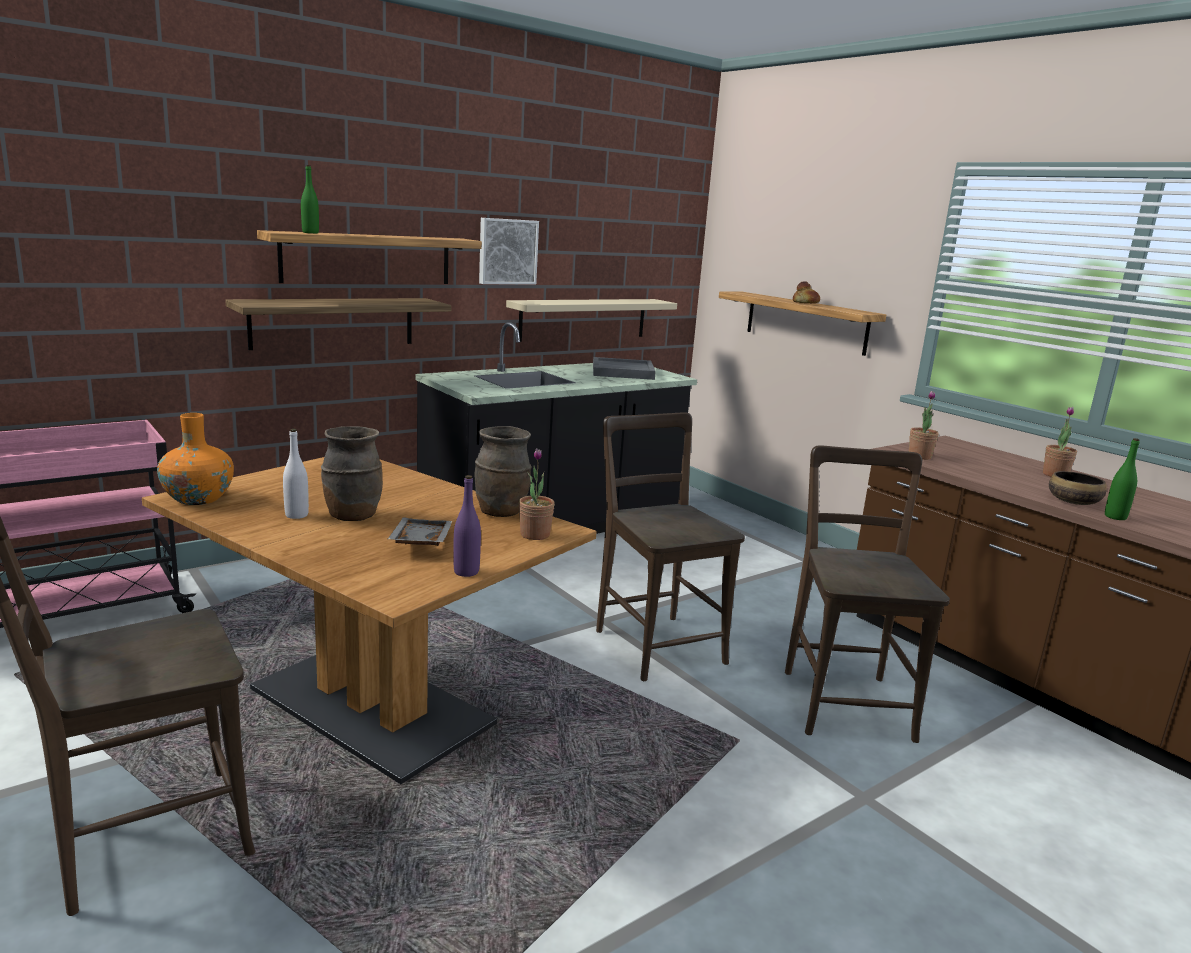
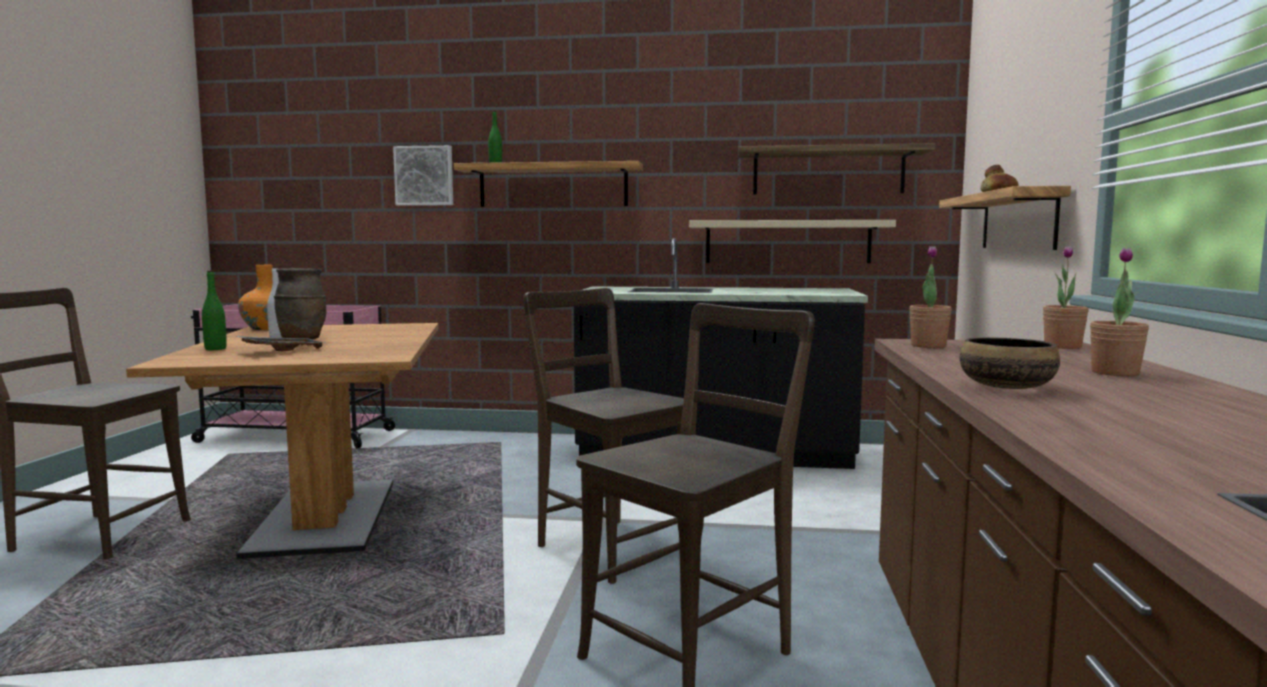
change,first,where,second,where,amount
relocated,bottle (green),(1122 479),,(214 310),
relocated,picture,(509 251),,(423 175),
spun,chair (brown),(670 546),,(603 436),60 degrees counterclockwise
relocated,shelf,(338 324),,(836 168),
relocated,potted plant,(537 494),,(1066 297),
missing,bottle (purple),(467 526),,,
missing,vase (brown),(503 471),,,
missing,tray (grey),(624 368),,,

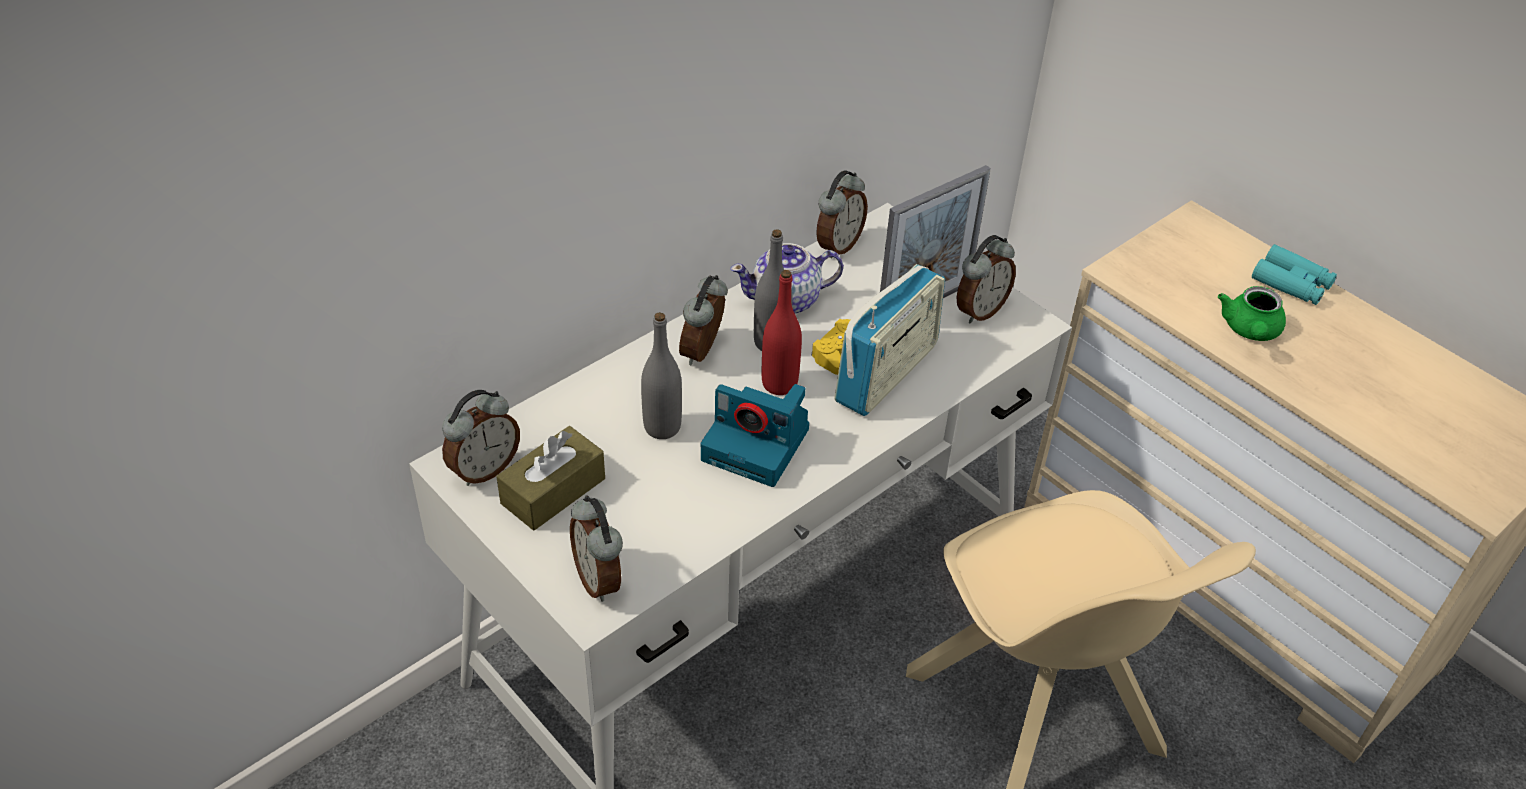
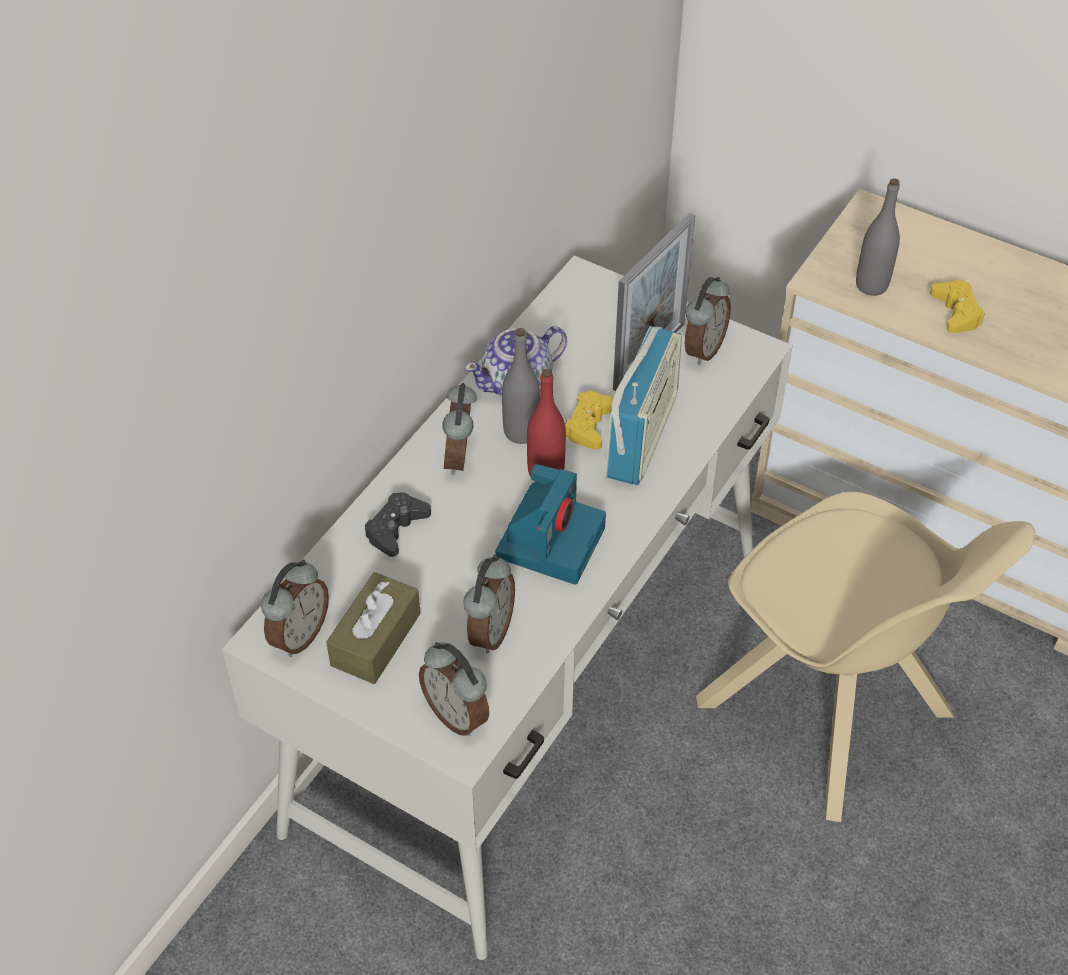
change,first,where,second,where,amount
appeared,,,game controller (black),(398 524),
relocated,alarm clock,(842 214),,(489 604),
spun,photo camera,(755 435),,(550 524),75 degrees counterclockwise
relocated,bottle (grey),(661 375),,(878 237),
exchanged,teapot (green),(1252 313),game controller (yellow),(957 306),
missing,binoculars (turquoise),(1294 274),,,

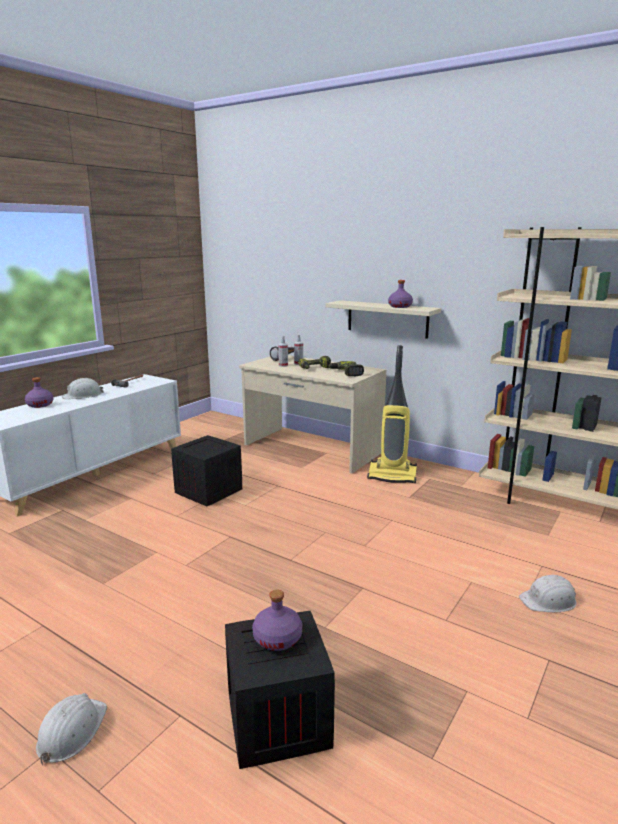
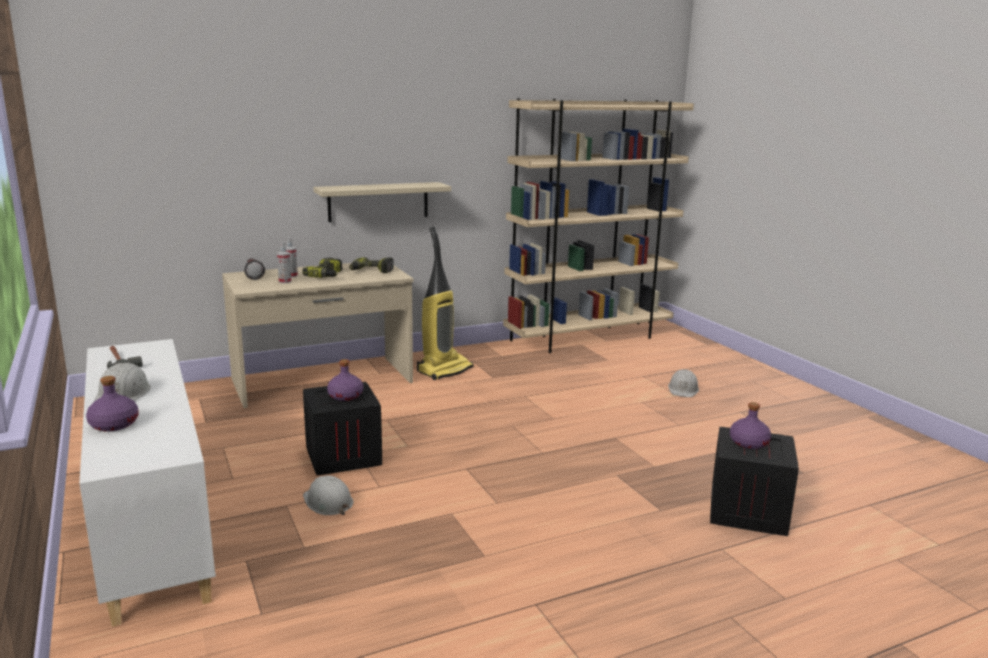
change,first,where,second,where,amount
relocated,hard hat (white),(71 729),,(328 495),
relocated,bottle (purple),(400 294),,(345 380),

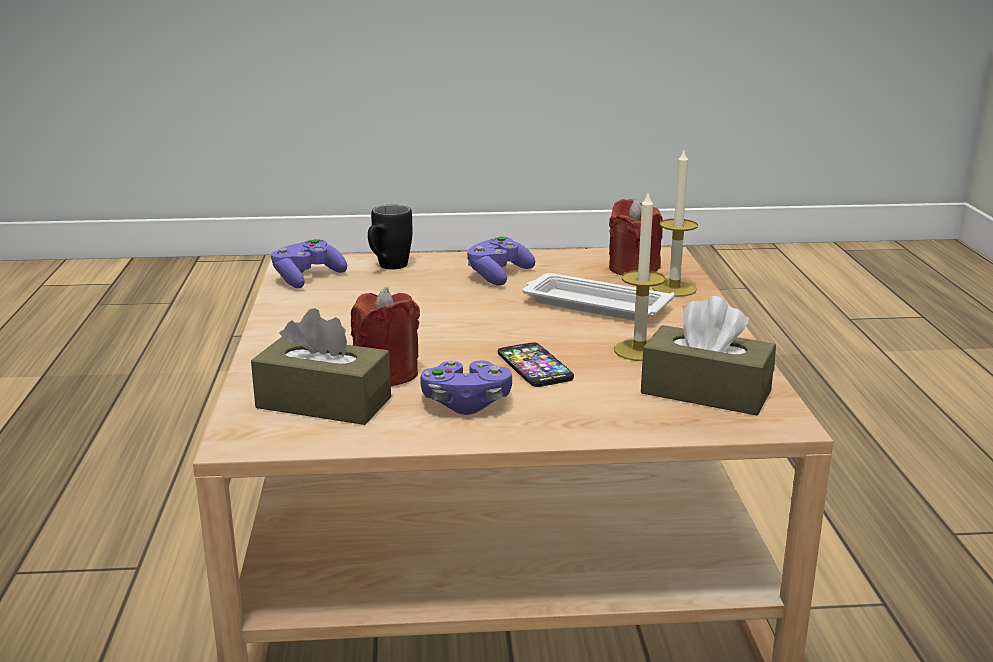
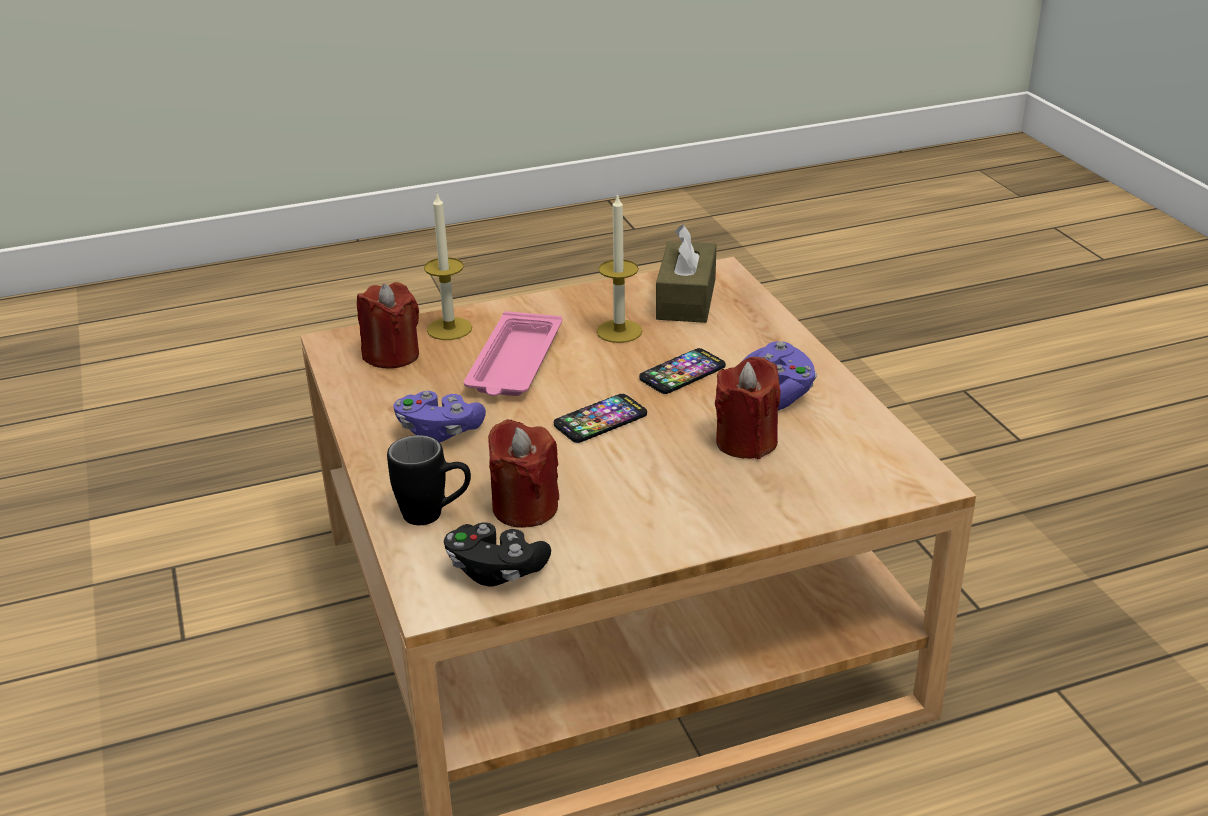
change,first,where,second,where,amount
colour,game controller (purple),(309 263),game controller (black),(497 554),
colour,tray (white),(598 297),tray (pink),(513 353),
appeared,,,candle (red),(523 473),
appeared,,,phone,(600 418),
missing,tissue box (brown),(321 366),,,

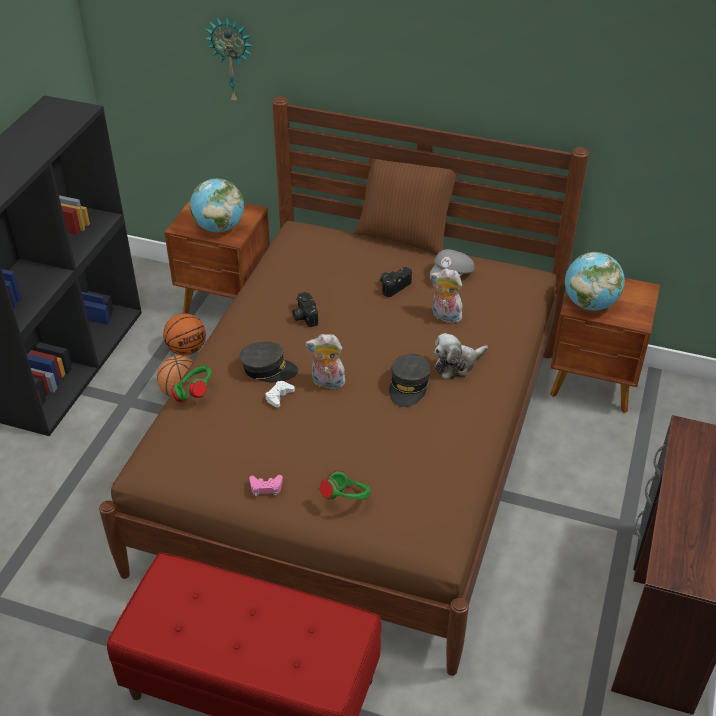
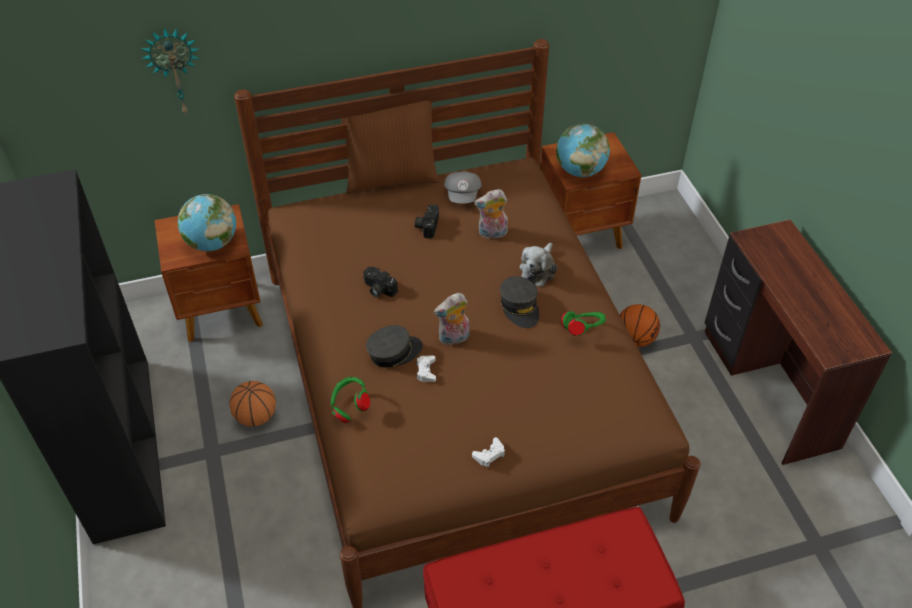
change,first,where,second,where,amount
colour,game controller (pink),(266 485),game controller (white),(488 452),
relocated,headphones (green),(345 485),,(583 323),
relocated,basketball,(184 334),,(640 325),

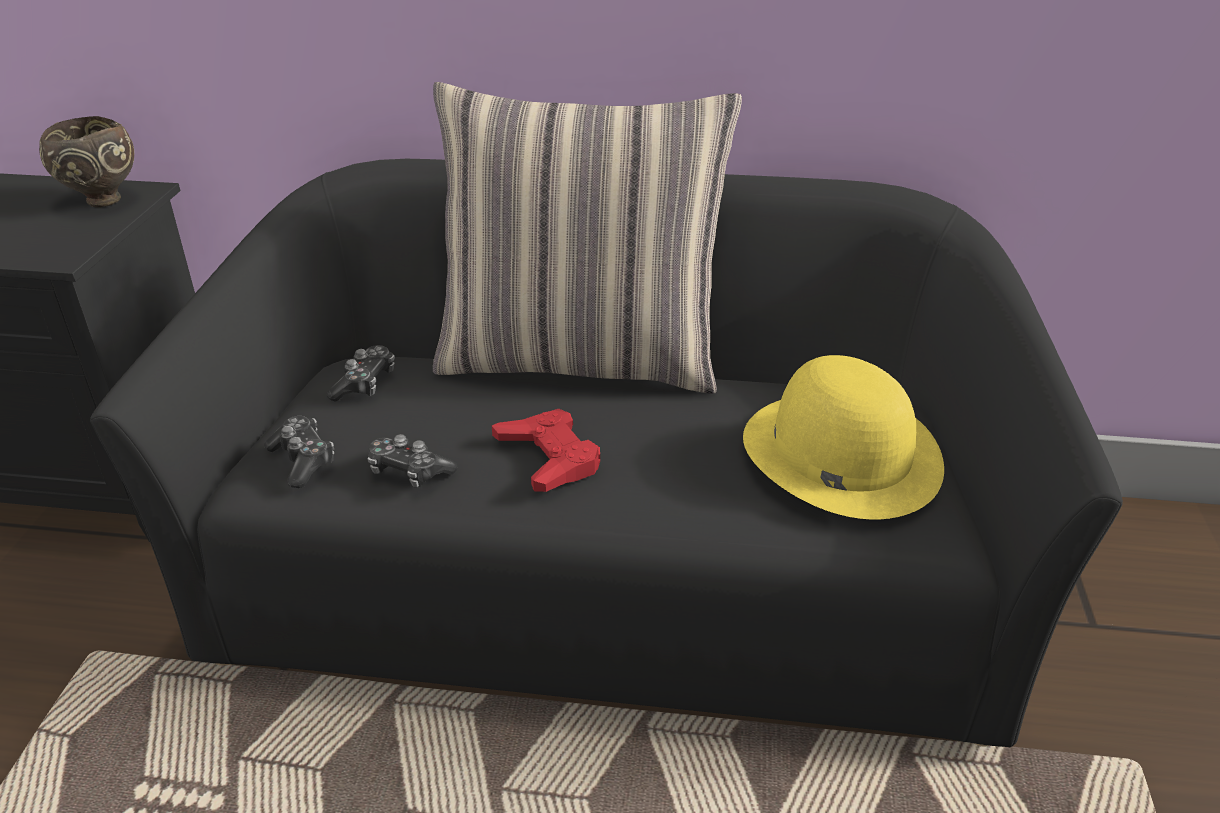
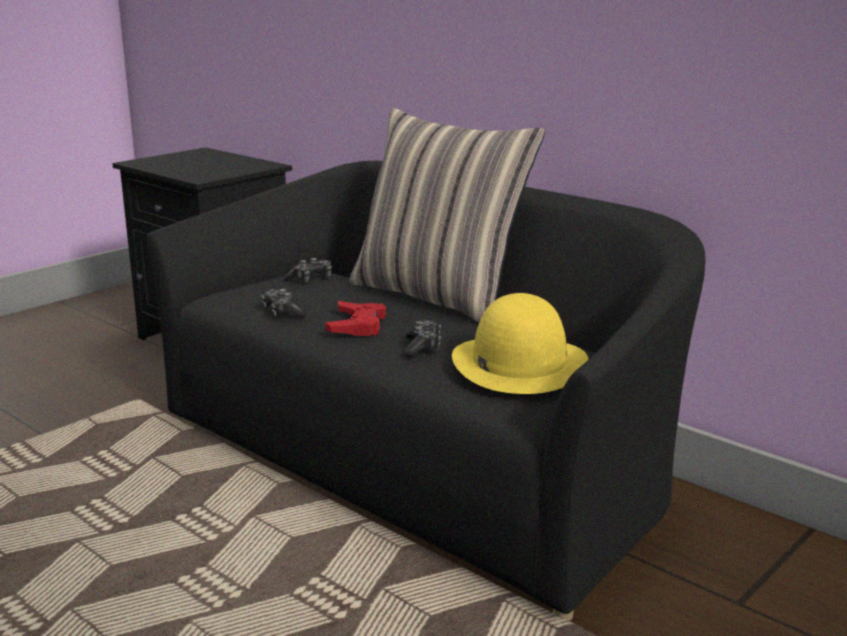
change,first,where,second,where,amount
relocated,game controller,(299 452),,(422 338),
missing,bowl (brown),(86 161),,,

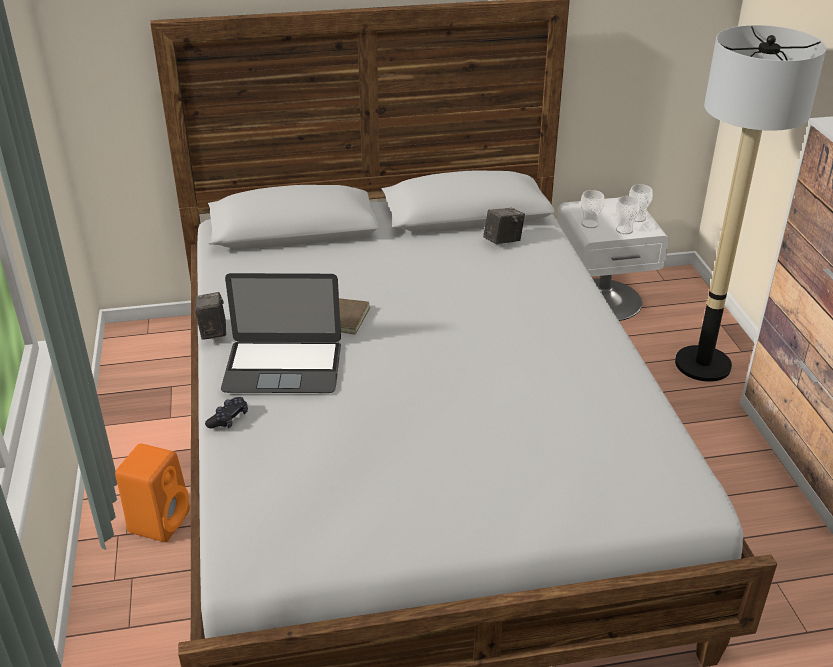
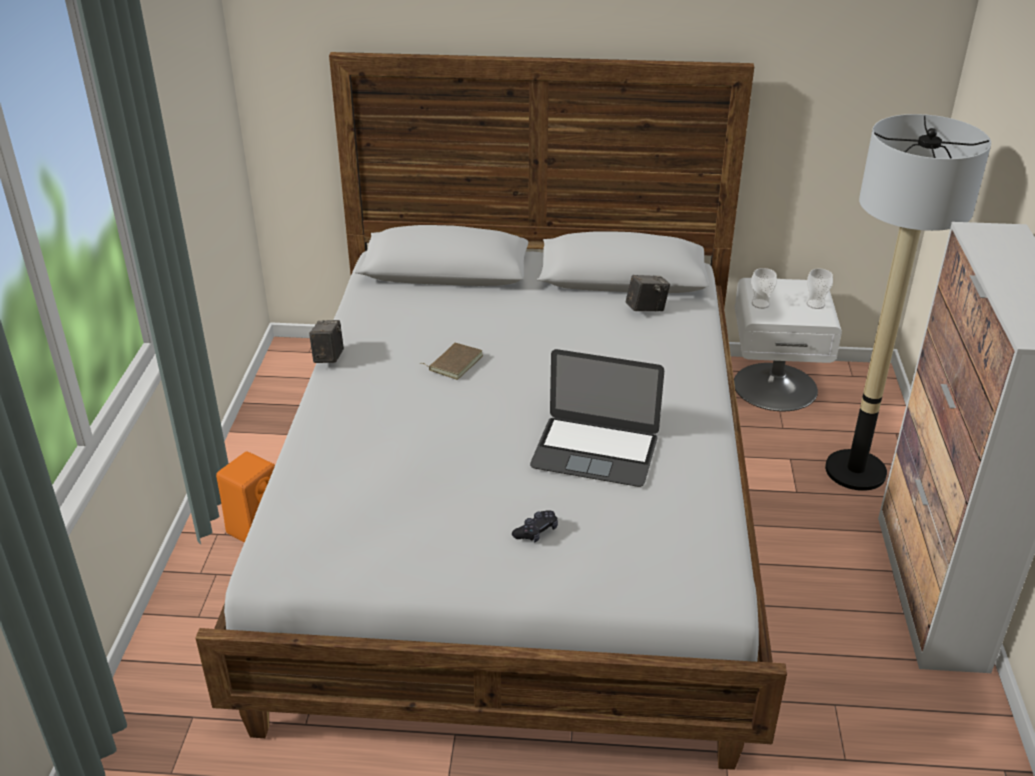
change,first,where,second,where,amount
relocated,game controller (black),(226 412),,(535 526),
relocated,laptop,(281 333),,(597 418),
missing,cup,(628 215),,,

